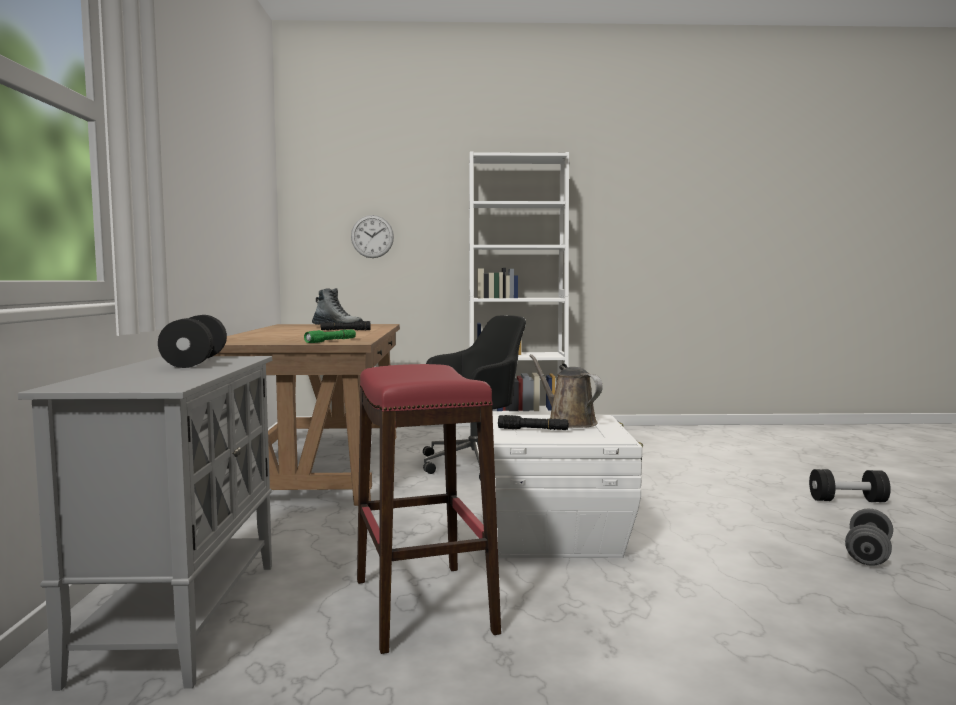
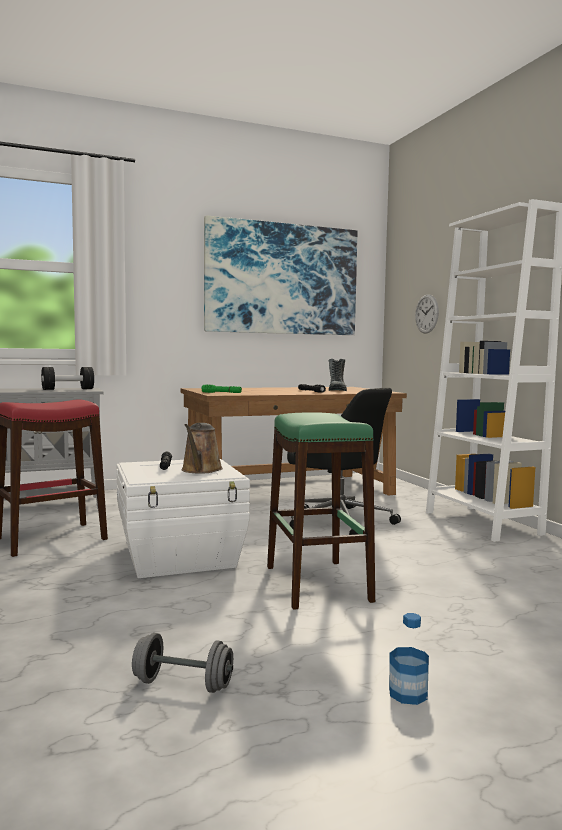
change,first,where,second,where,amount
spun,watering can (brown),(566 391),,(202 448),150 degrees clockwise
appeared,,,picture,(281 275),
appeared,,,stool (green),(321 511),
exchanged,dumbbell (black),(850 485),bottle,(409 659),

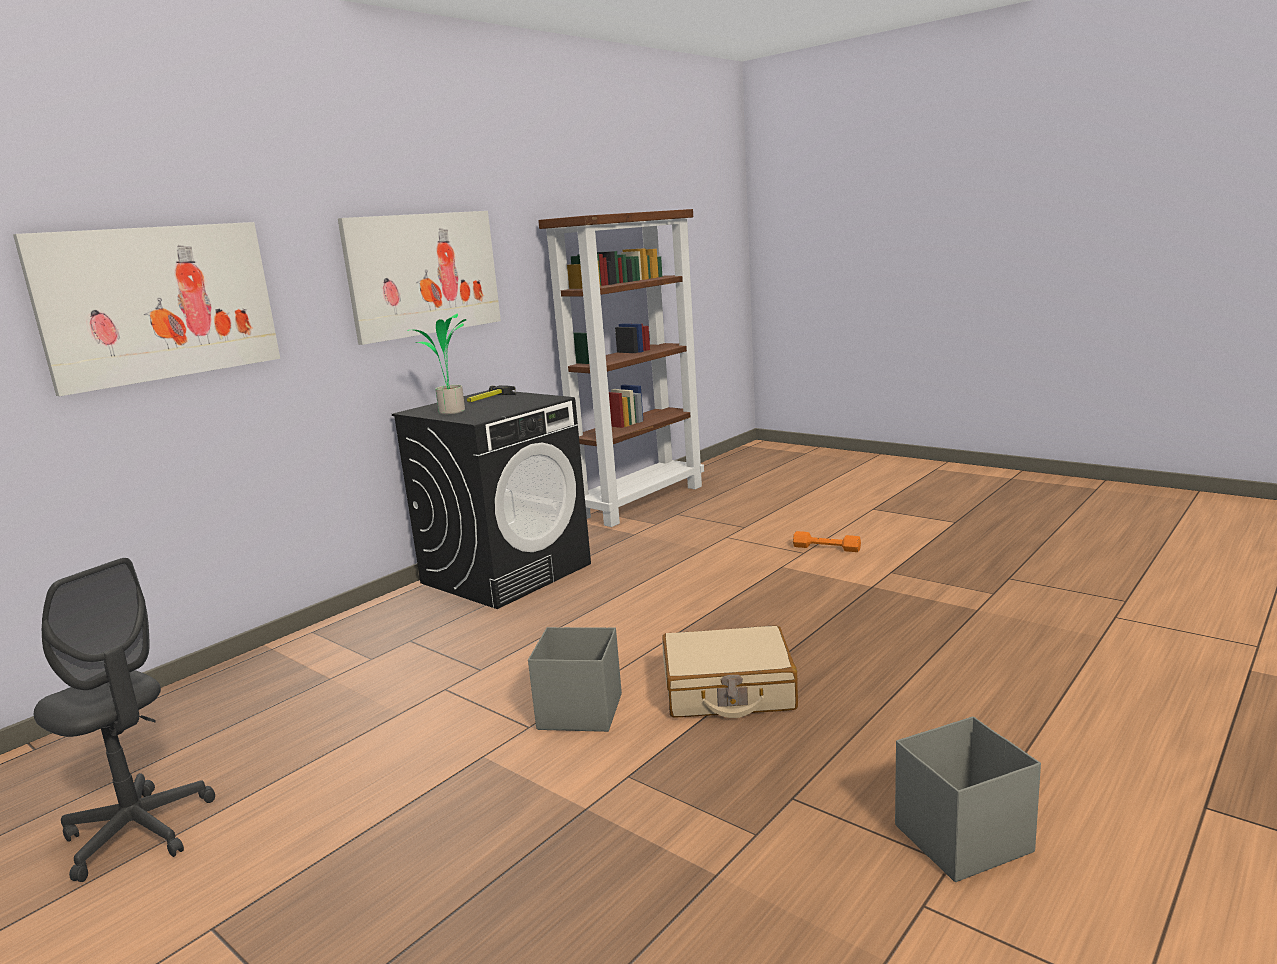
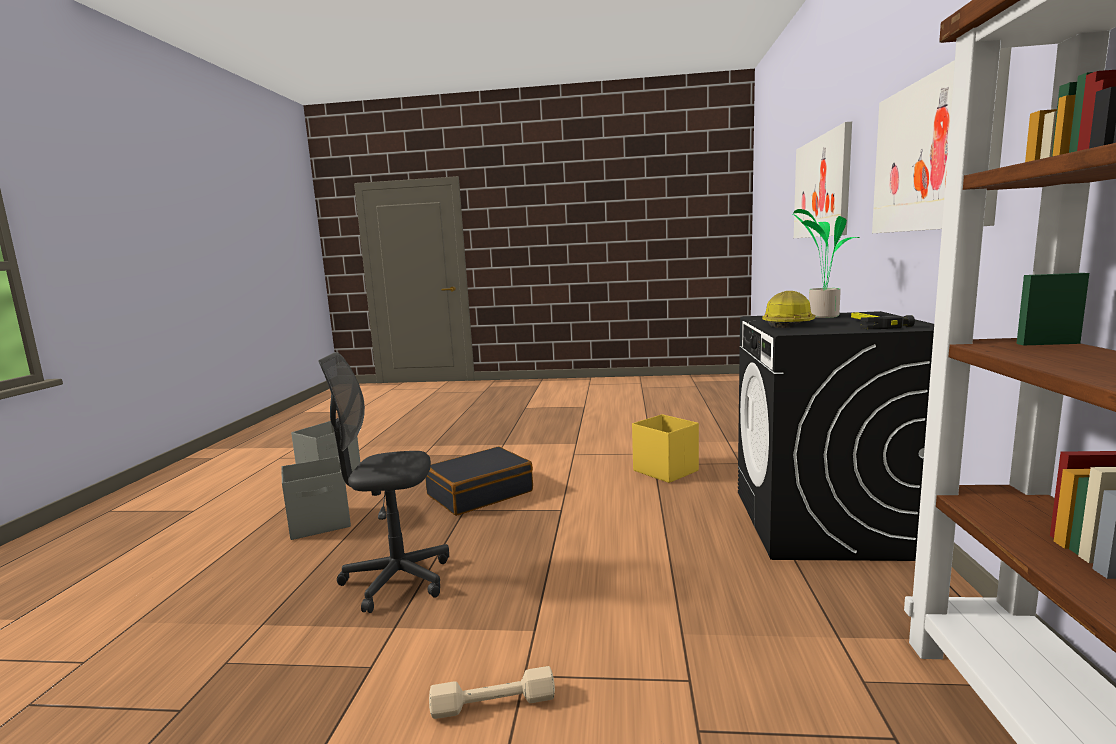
change,first,where,second,where,amount
relocated,storage box (grey),(575 679),,(316 498),
relocated,office chair (grey),(124 720),,(383 482),
colour,suitcase (beige),(730 671),suitcase (black),(479 481),
colour,dumbbell (orange),(827 541),dumbbell (beige),(492 692),
appeared,,,storage box (yellow),(665 448),
appeared,,,hard hat,(789 309),

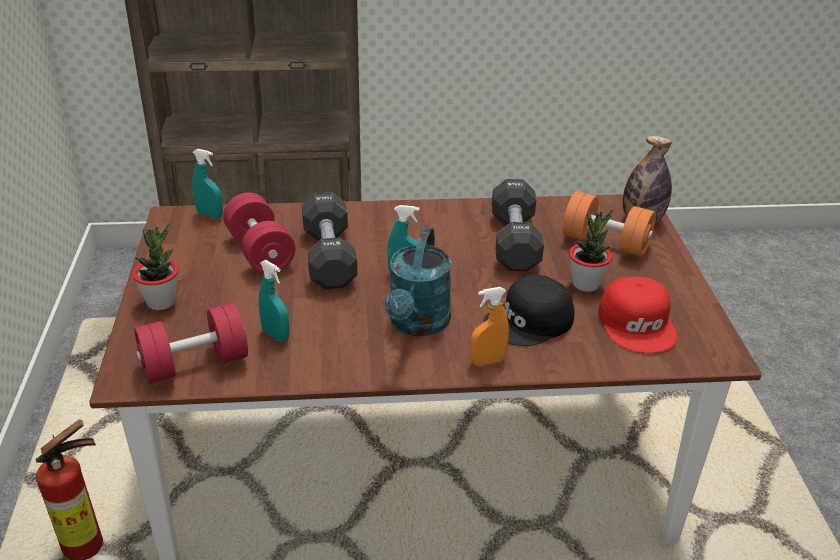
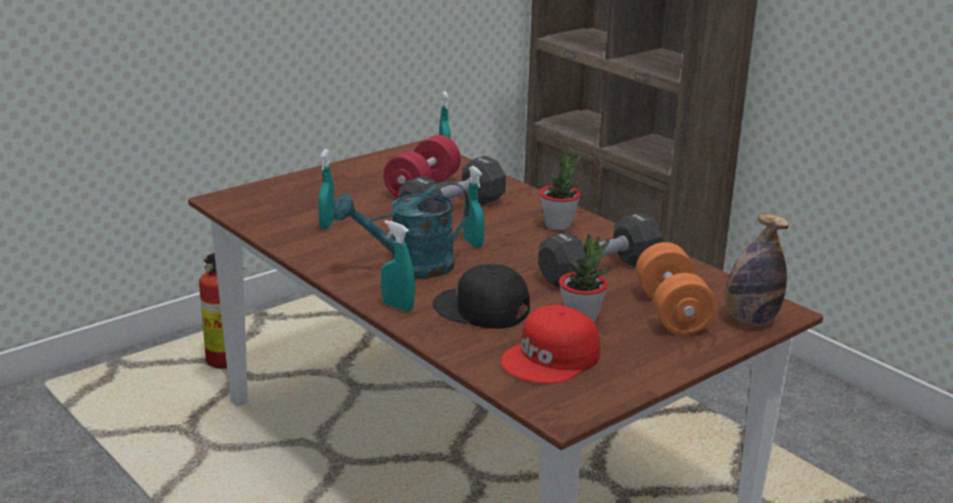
change,first,where,second,where,amount
colour,spray bottle (orange),(489 326),spray bottle (turquoise),(398 266),
relocated,potted plant,(155 267),,(560 190),
missing,dumbbell (red),(191 343),,,

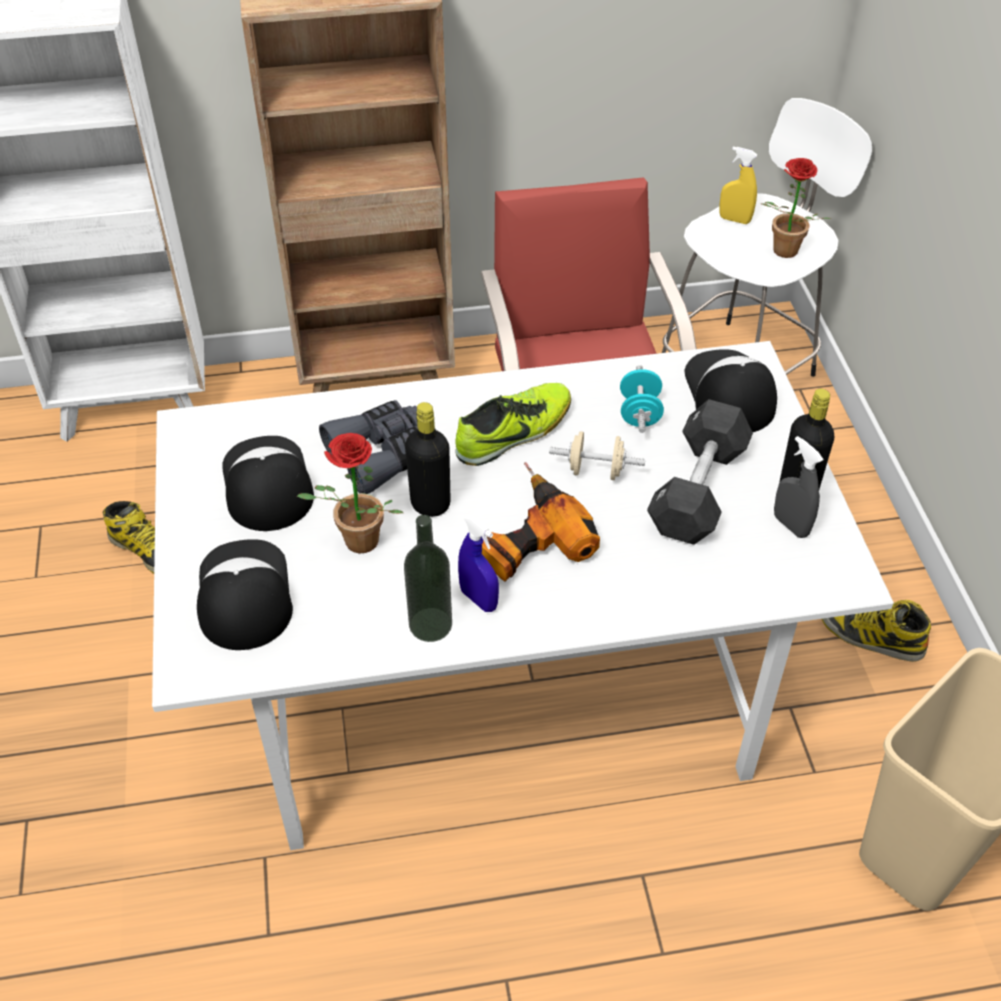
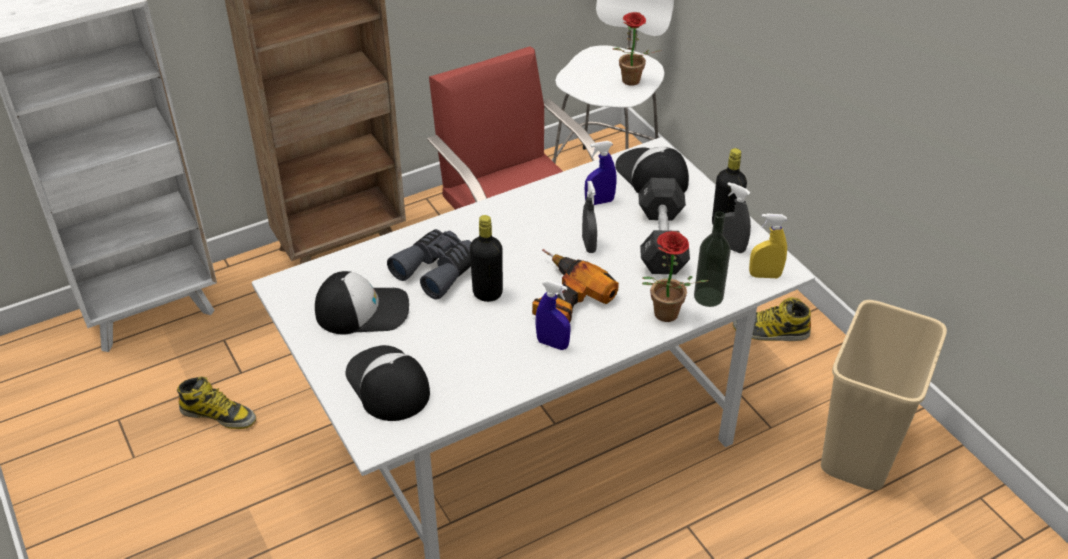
change,first,where,second,where,amount
spun,cap,(268 483),,(362 303),120 degrees clockwise
exchanged,dumbbell (beige),(597 455),spray bottle (grey),(589 217),
exchanged,dumbbell (turquoise),(642 399),spray bottle (blue),(601 173),
relocated,potted plant,(350 493),,(676 276),
relocated,bottle,(428 578),,(712 259),
relocated,spray bottle (yellow),(738 185),,(768 246),
missing,shoe,(513 424),,,

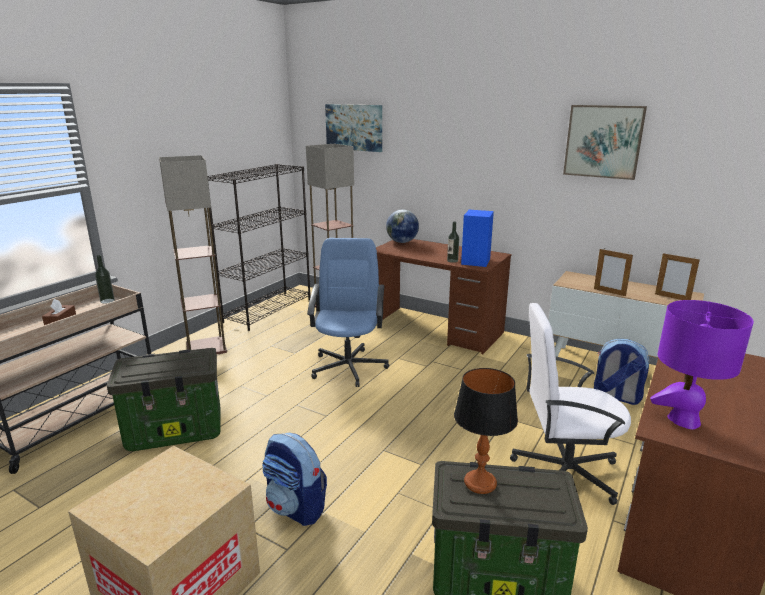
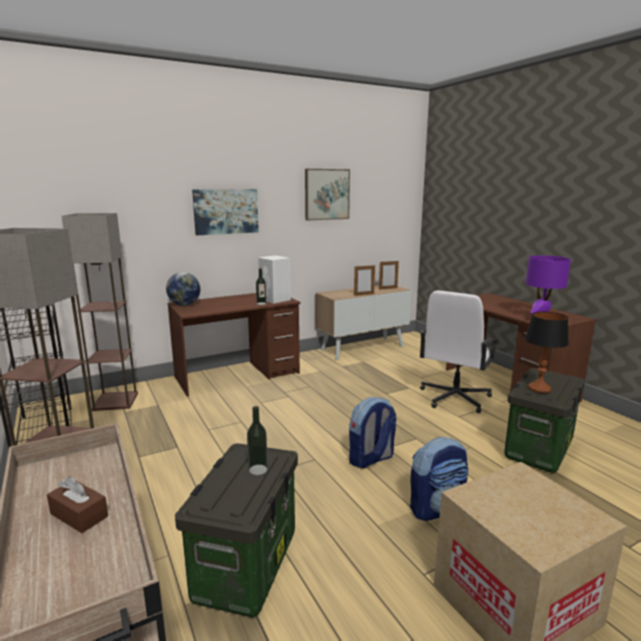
change,first,where,second,where,amount
relocated,picture,(353 128),,(225 212),
relocated,bottle,(105 279),,(257 440),
colour,speaker (blue),(477 238),speaker (white),(274 279),
relocated,backpack,(621 372),,(373 433),
missing,office chair (blue),(348 312),,,

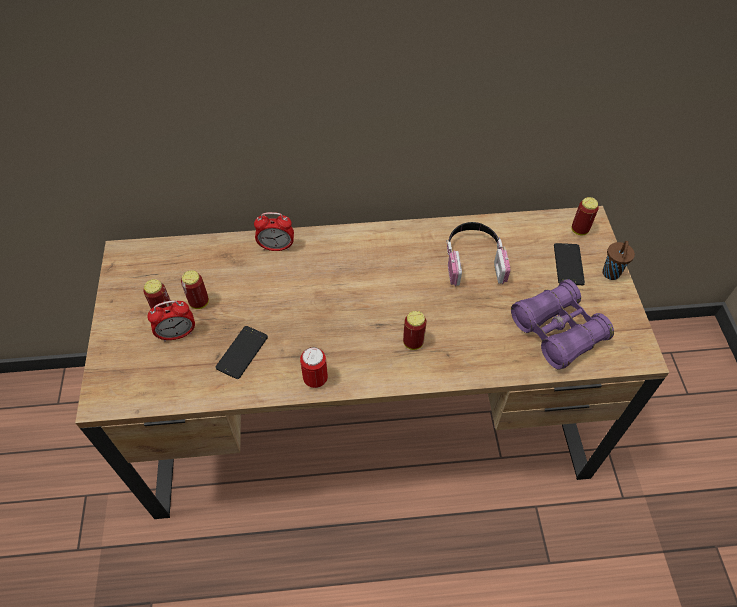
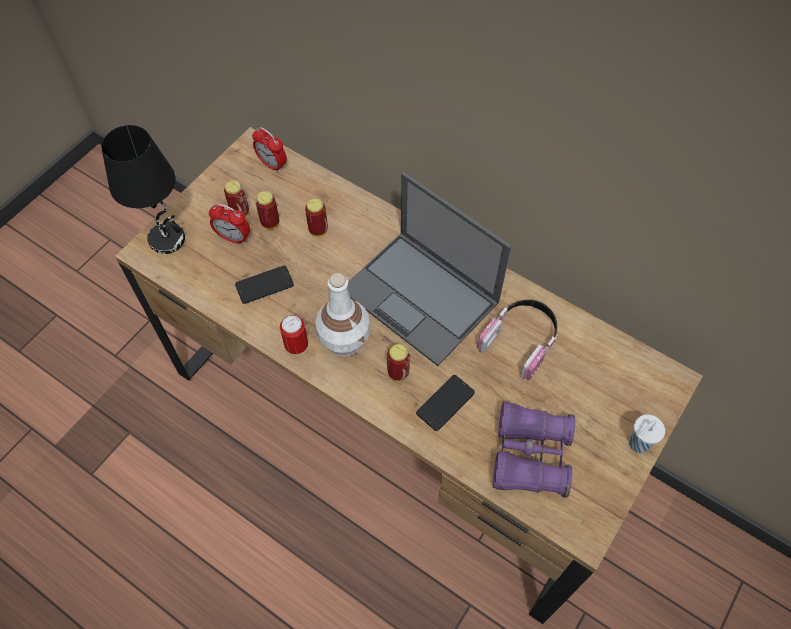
change,first,where,second,where,amount
appeared,,,table lamp (black),(143 189),
relocated,alarm clock,(274 231),,(269 150),
relocated,can,(585 216),,(316 218),
appeared,,,bottle (white),(342 314),
appeared,,,laptop,(429 269),
relocated,phone,(569 264),,(445 403),
colour,cup (brown),(618 260),cup (white),(647 434),

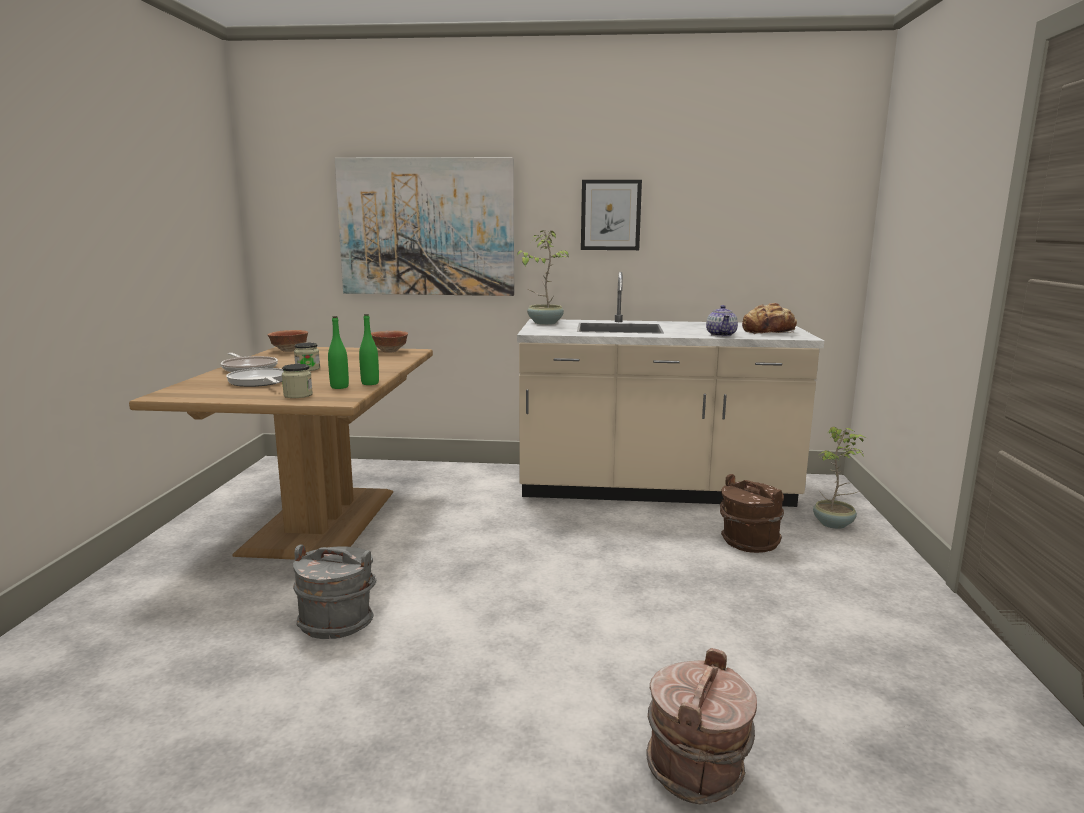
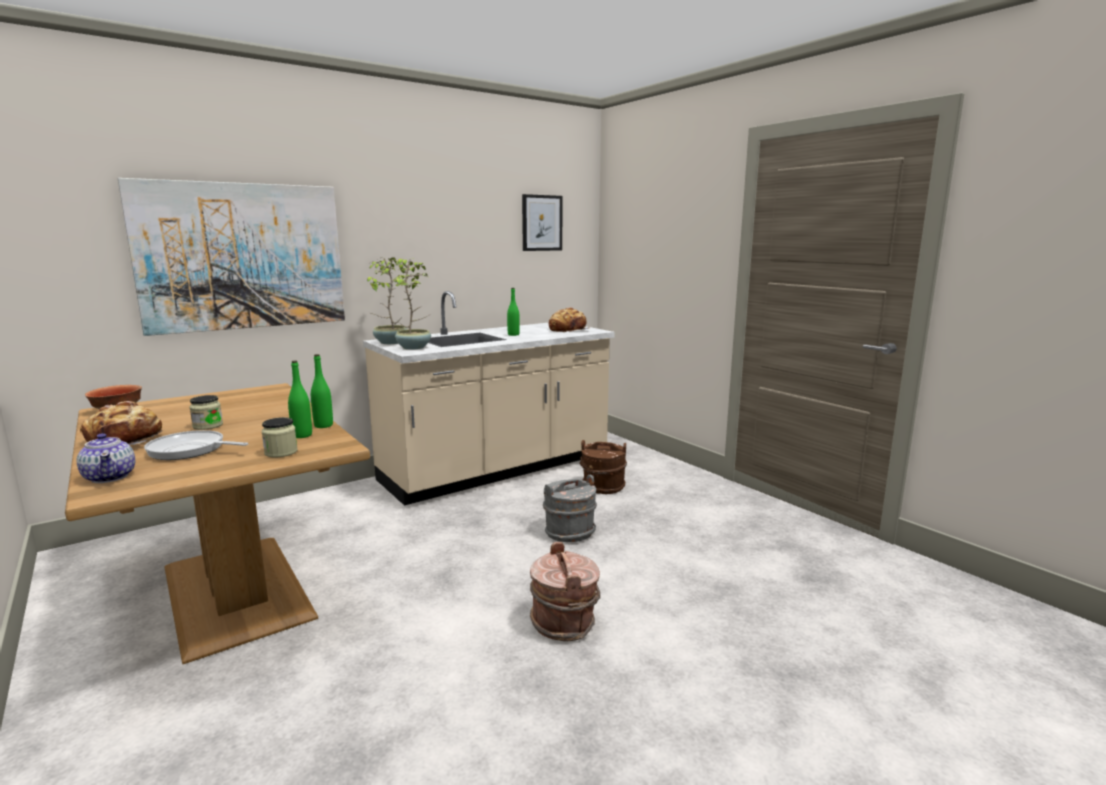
change,first,where,second,where,amount
relocated,teapot,(722 321),,(105 458),
exchanged,frying pan,(249 362),bread,(121 423),
relocated,potted plant,(839 478),,(412 304),
appeared,,,bottle (green),(513 312),
relocated,picture,(611 215),,(542 222),
relocated,bucket (brown),(701 726),,(565 591),
relocated,bucket (grey),(334 592),,(570 508),
missing,bowl,(389 342),,,

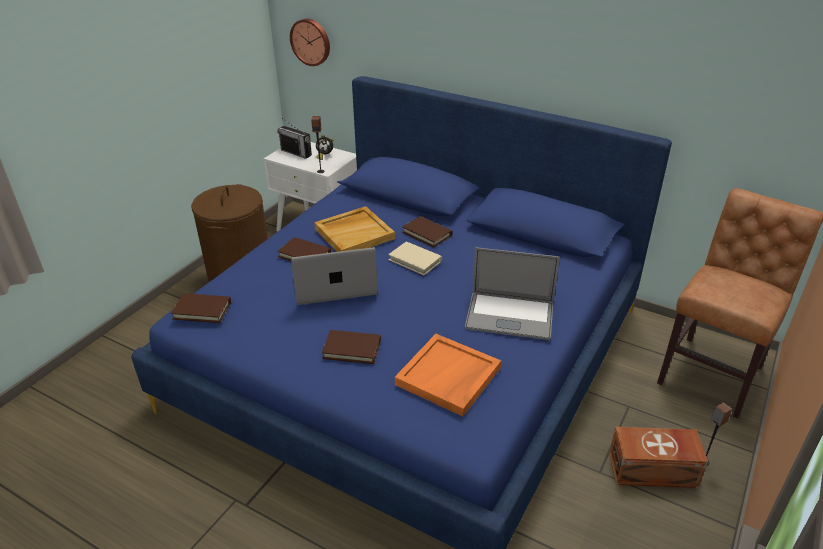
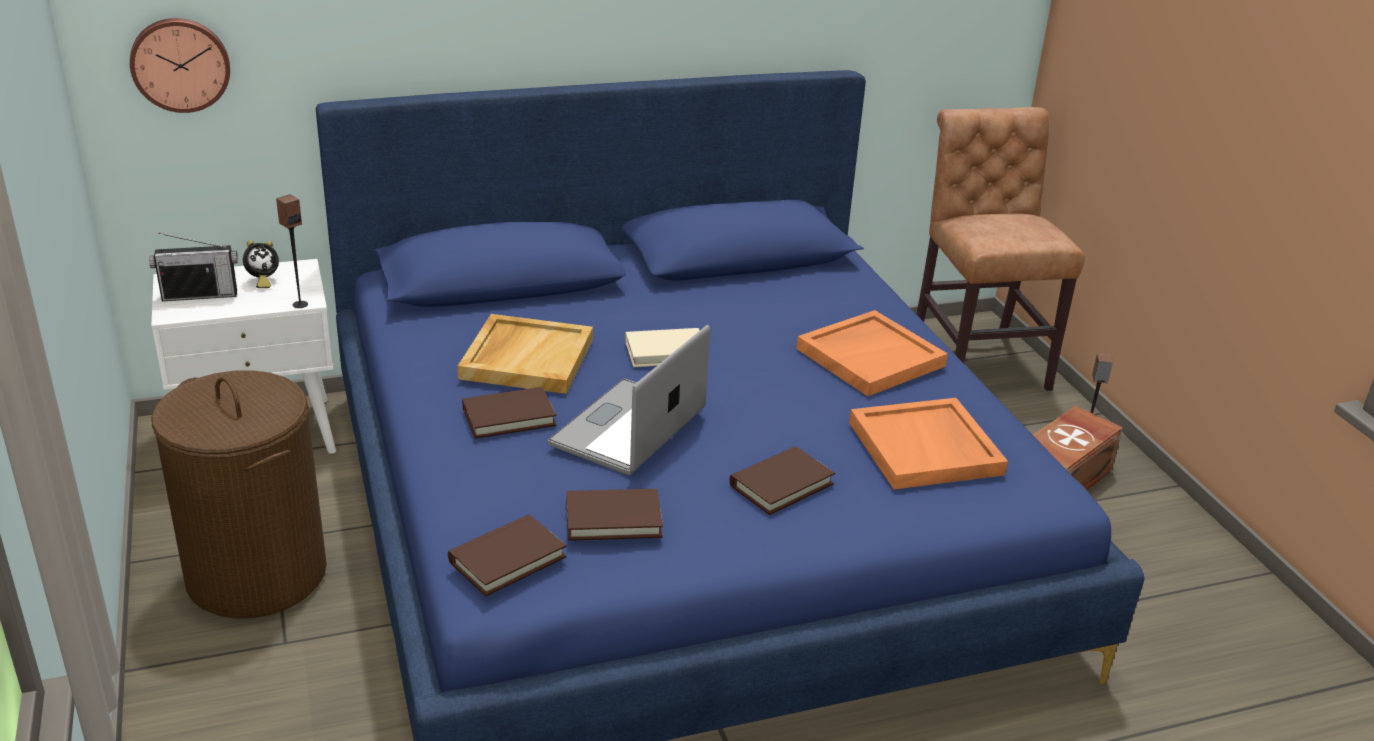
change,first,where,second,where,amount
relocated,book (brown),(427 231),,(614 515),
exchanged,laptop,(512 293),tray (orange),(872 353),

